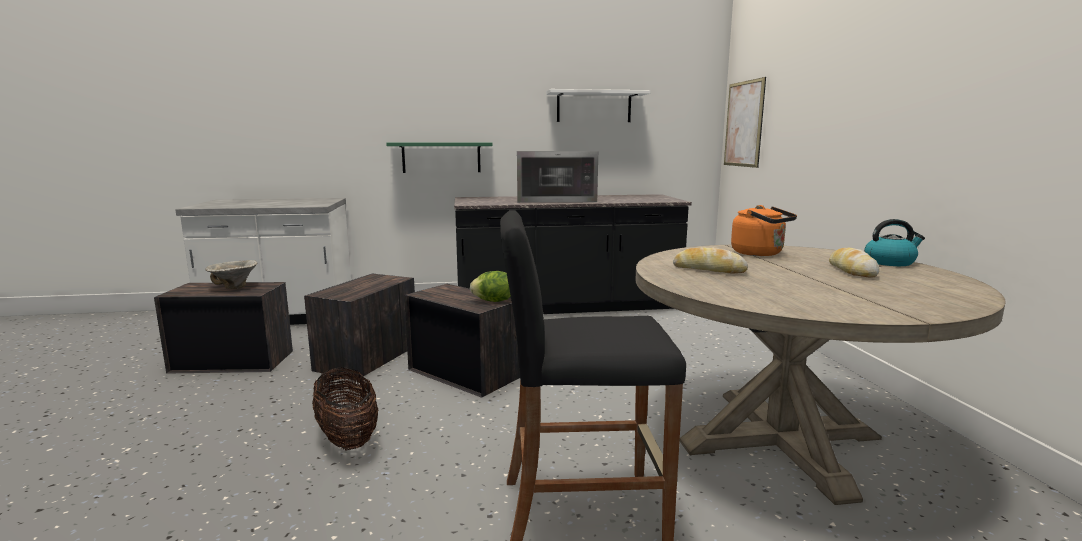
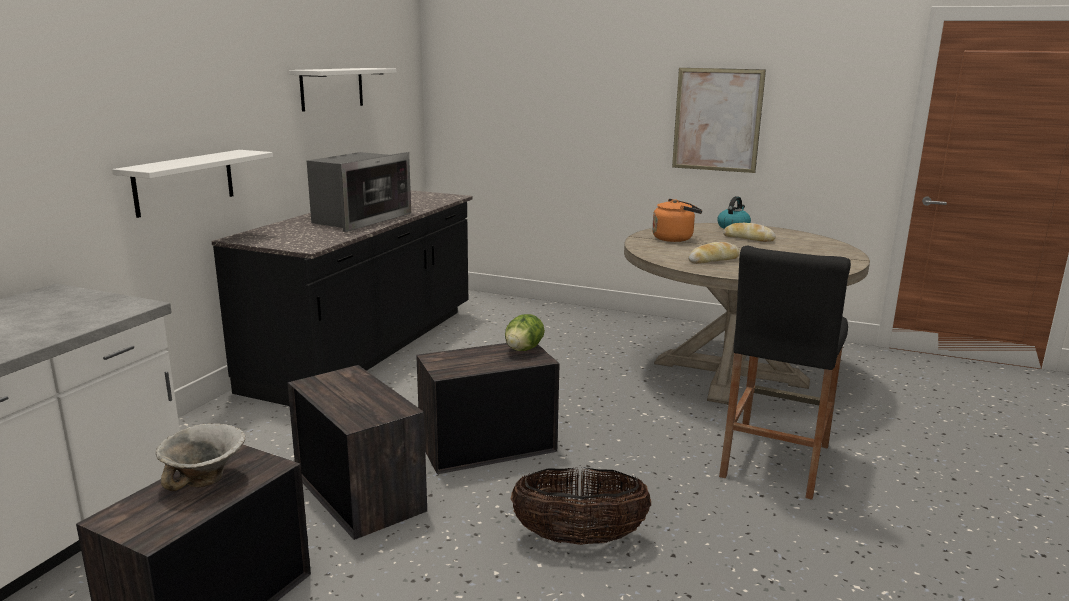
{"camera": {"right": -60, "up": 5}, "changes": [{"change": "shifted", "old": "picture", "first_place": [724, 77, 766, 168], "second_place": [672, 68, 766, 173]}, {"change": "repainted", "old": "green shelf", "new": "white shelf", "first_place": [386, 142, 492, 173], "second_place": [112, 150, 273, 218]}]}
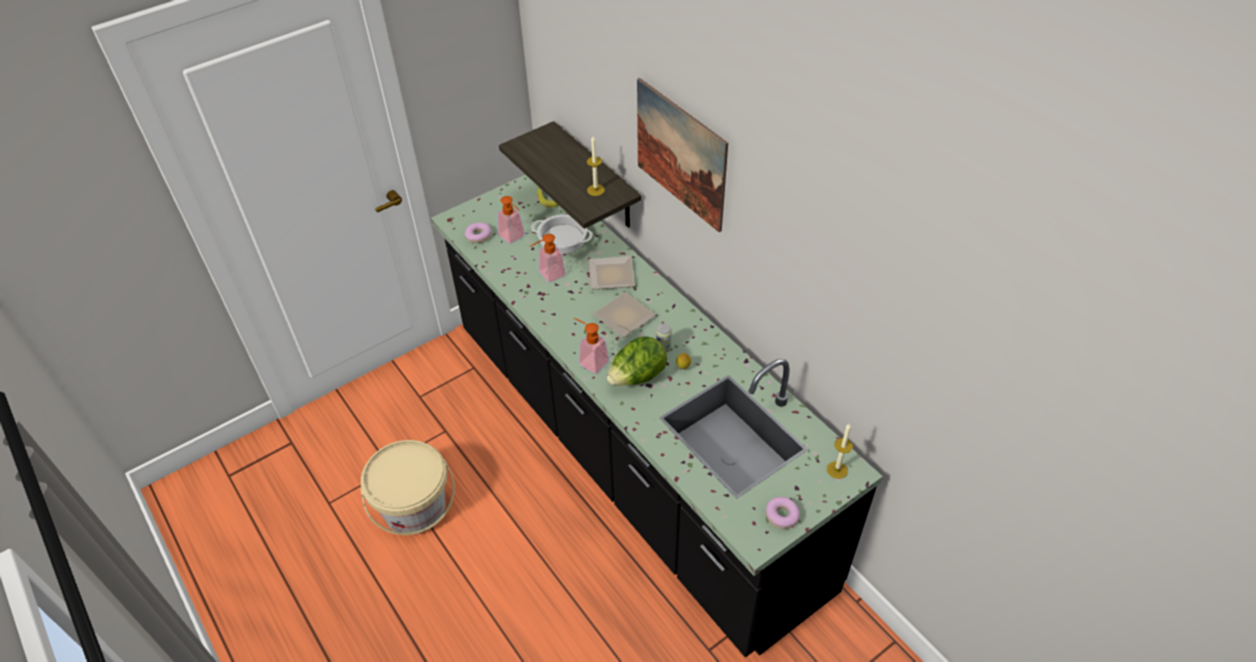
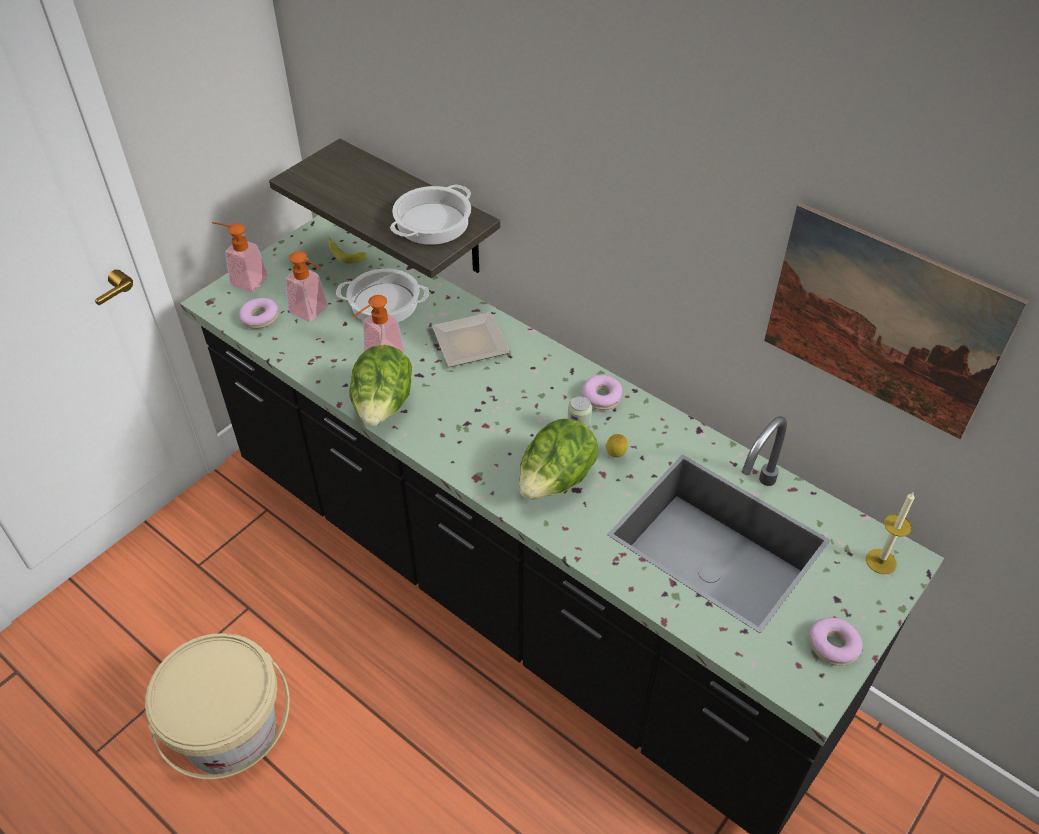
{"camera": {"right": -15, "up": 0}, "changes": [{"change": "shifted", "old": "picture", "first_place": [637, 78, 728, 232], "second_place": [764, 203, 1028, 439]}, {"change": "swapped", "old": "candle", "new": "cooking pot", "first_place": [587, 136, 605, 196], "second_place": [390, 185, 471, 245]}, {"change": "gone", "old": "plate", "first_place": [593, 292, 656, 338]}, {"change": "shifted", "old": "soap dispenser", "first_place": [574, 318, 609, 374], "second_place": [212, 222, 268, 292]}, {"change": "new", "new": "lettuce", "second_place": [349, 345, 412, 427]}, {"change": "new", "new": "donut", "second_place": [582, 375, 622, 410]}]}
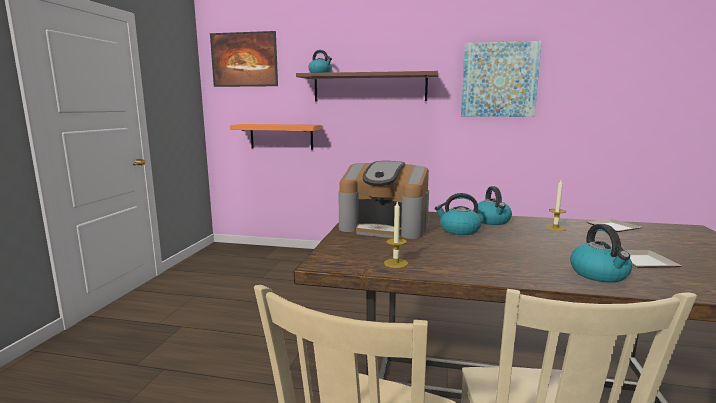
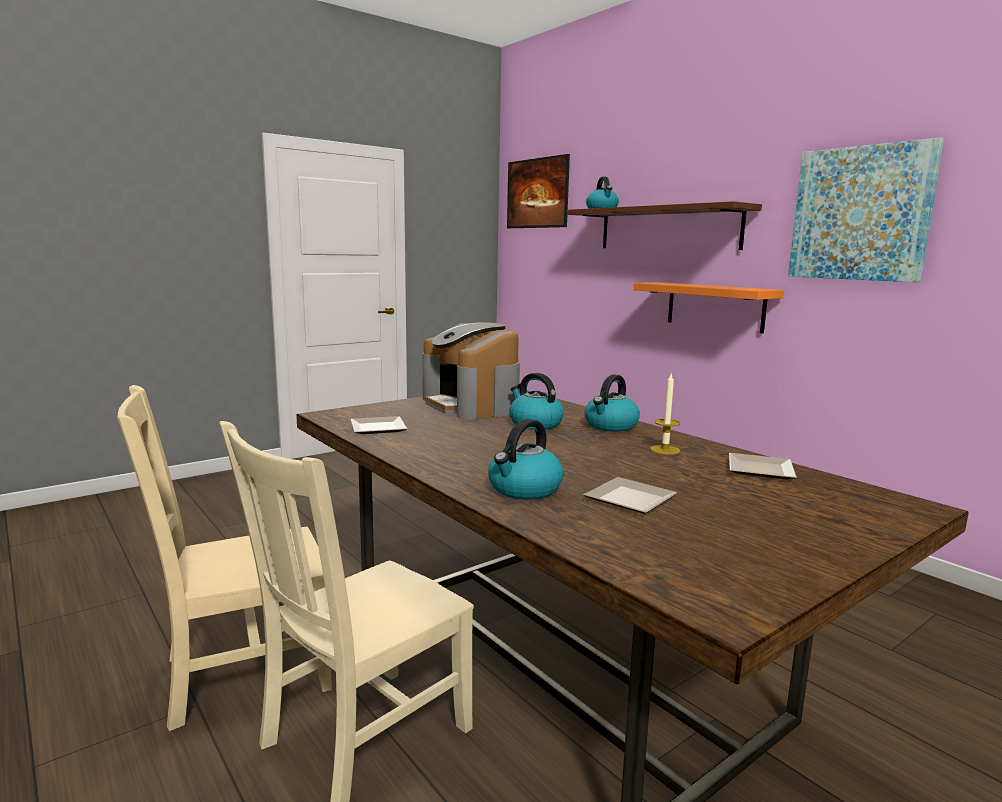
{"camera": {"right": 40, "up": 0}, "changes": [{"change": "shifted", "old": "orange shelf", "first_place": [230, 124, 322, 150], "second_place": [633, 282, 784, 333]}, {"change": "swapped", "old": "candle", "new": "plate", "first_place": [384, 202, 408, 268], "second_place": [351, 416, 407, 434]}]}
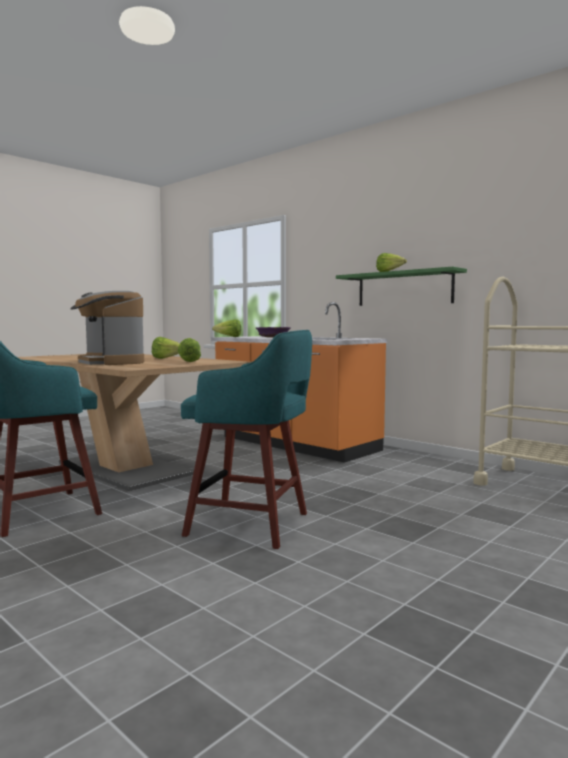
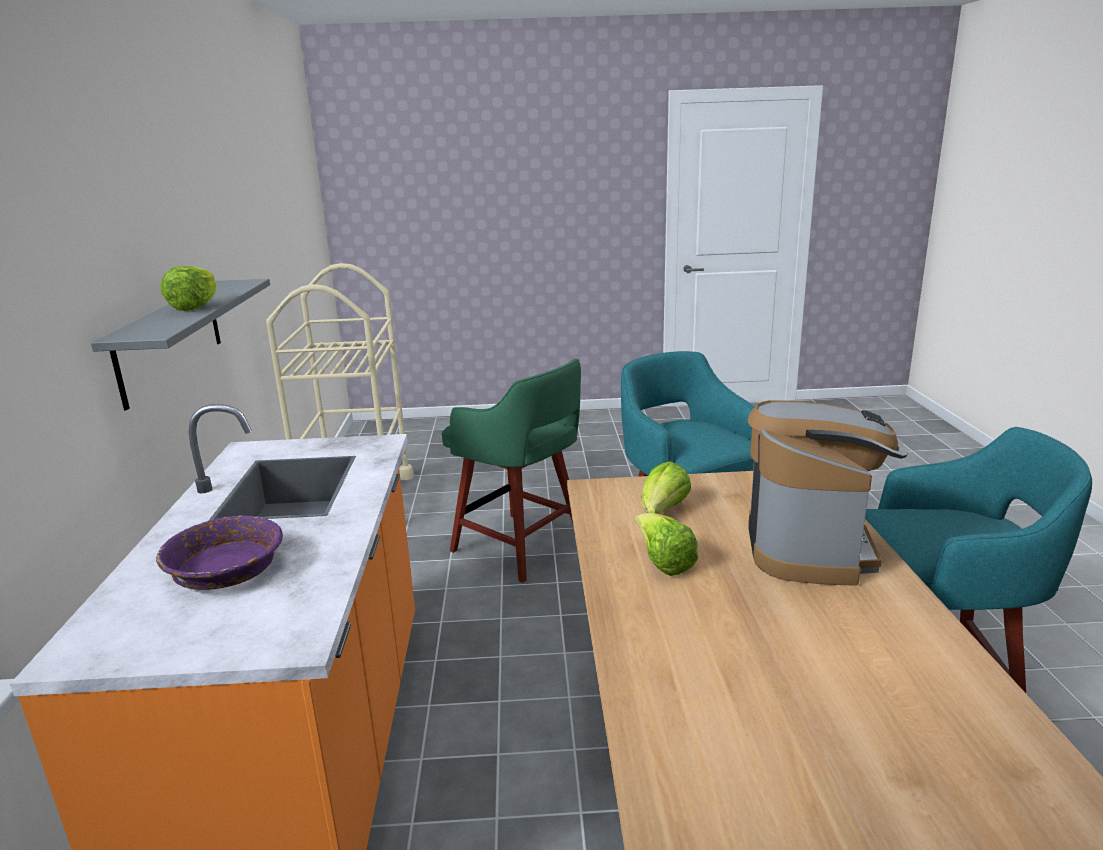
{"camera": {"right": -135, "up": 15}, "changes": [{"change": "repainted", "old": "green shelf", "new": "grey shelf", "first_place": [336, 267, 467, 306], "second_place": [91, 279, 270, 410]}, {"change": "gone", "old": "lettuce", "first_place": [212, 319, 241, 337]}, {"change": "new", "new": "green stool", "second_place": [442, 359, 581, 583]}]}
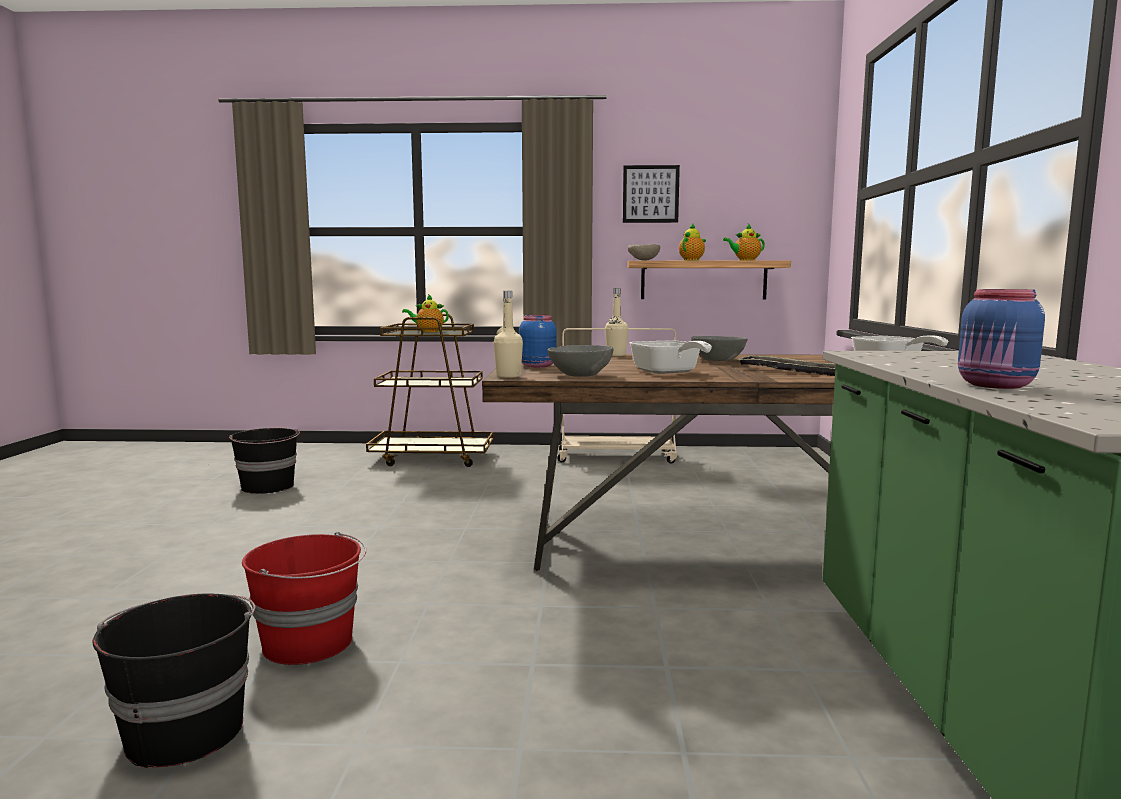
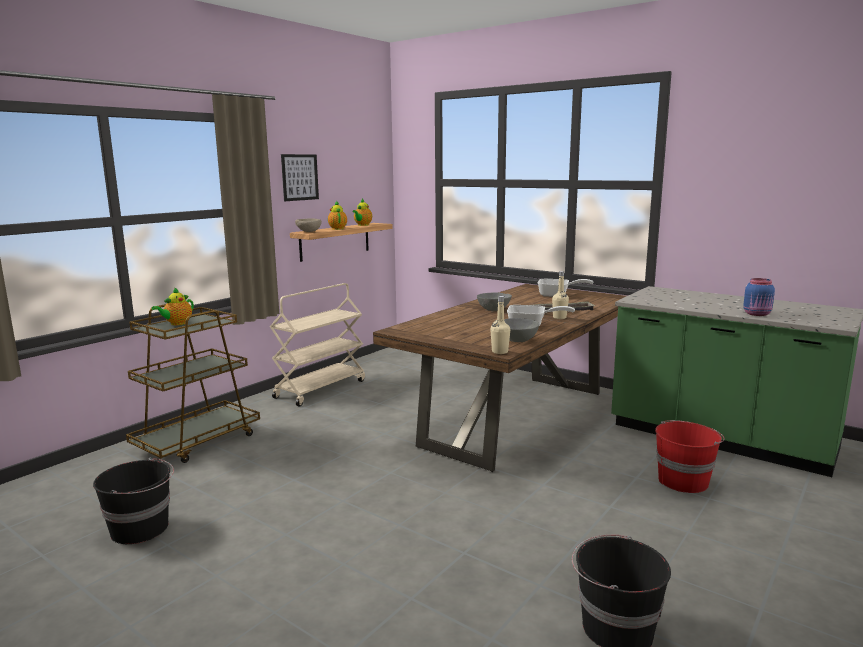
{"camera": {"right": -55, "up": 5}, "changes": [{"change": "shifted", "old": "beige bottle", "first_place": [605, 288, 628, 356], "second_place": [552, 271, 569, 319]}, {"change": "gone", "old": "blue jar", "first_place": [519, 315, 556, 367]}, {"change": "shifted", "old": "red bucket", "first_place": [242, 532, 366, 665], "second_place": [655, 420, 724, 493]}]}
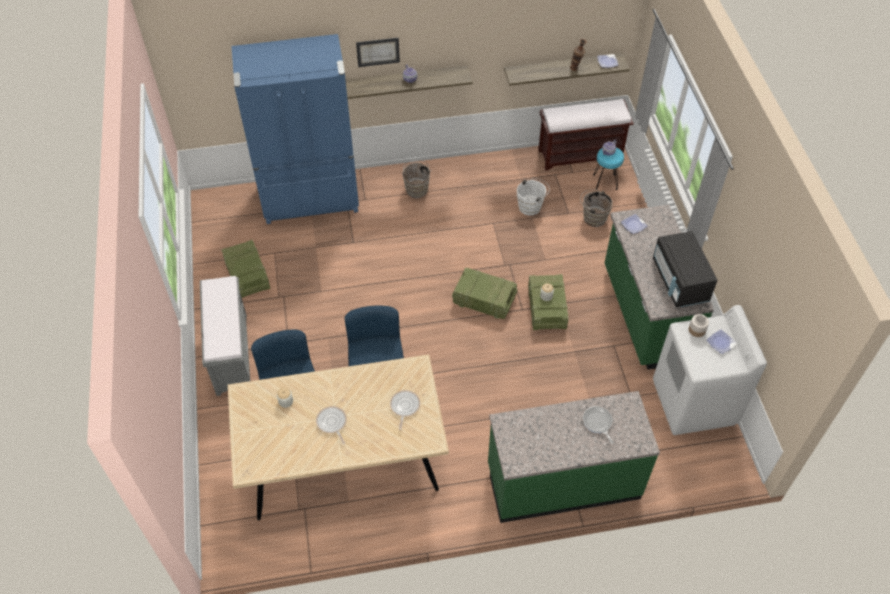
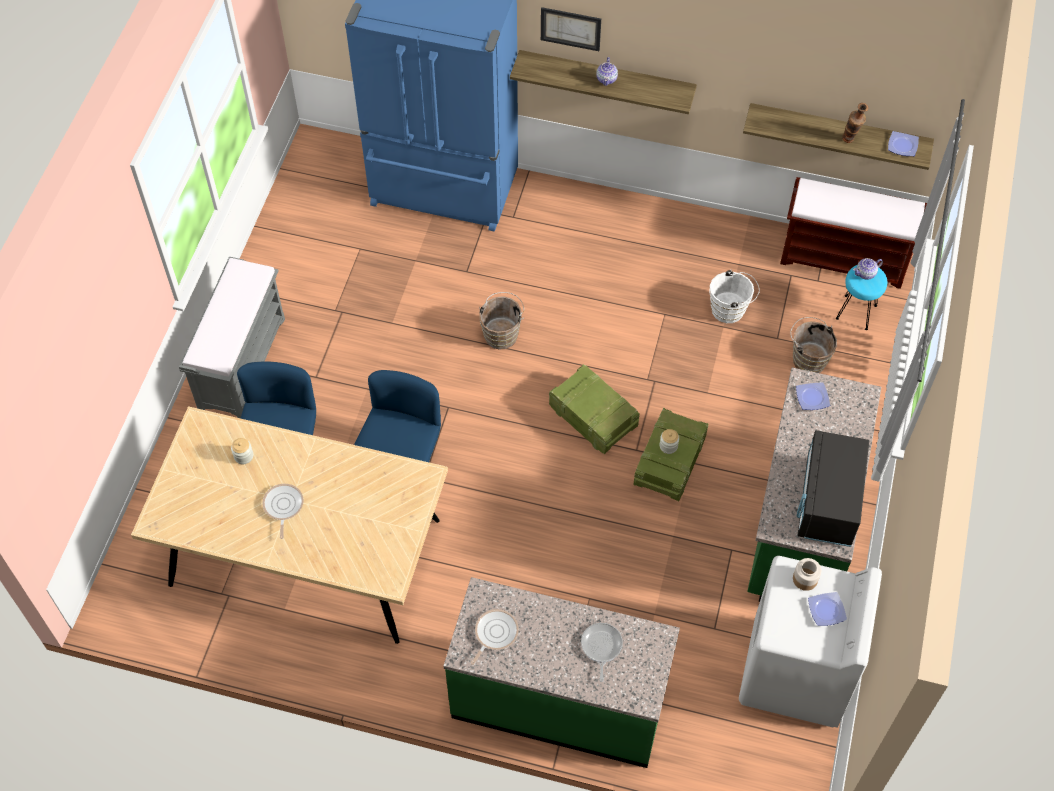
{"camera": {"right": 25, "up": 5}, "changes": [{"change": "shifted", "old": "brown bucket", "first_place": [401, 159, 432, 198], "second_place": [479, 292, 524, 350]}, {"change": "gone", "old": "crate", "first_place": [221, 240, 270, 298]}, {"change": "shifted", "old": "frying pan", "first_place": [390, 390, 420, 430], "second_place": [471, 609, 519, 665]}]}
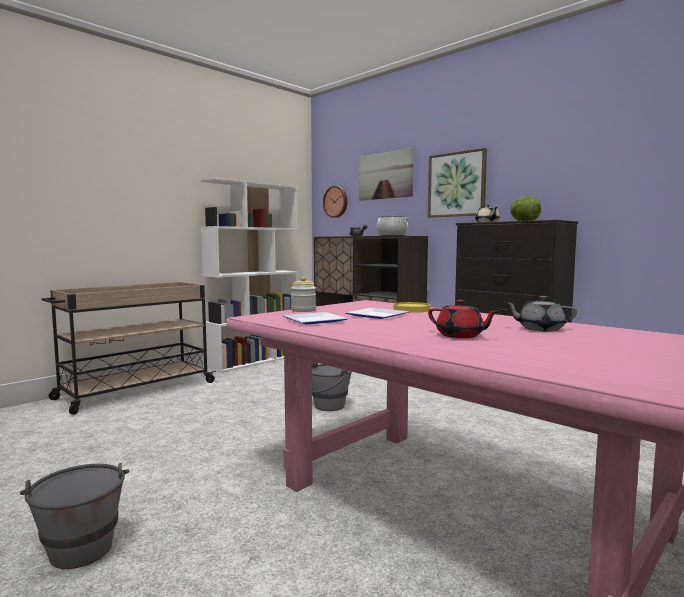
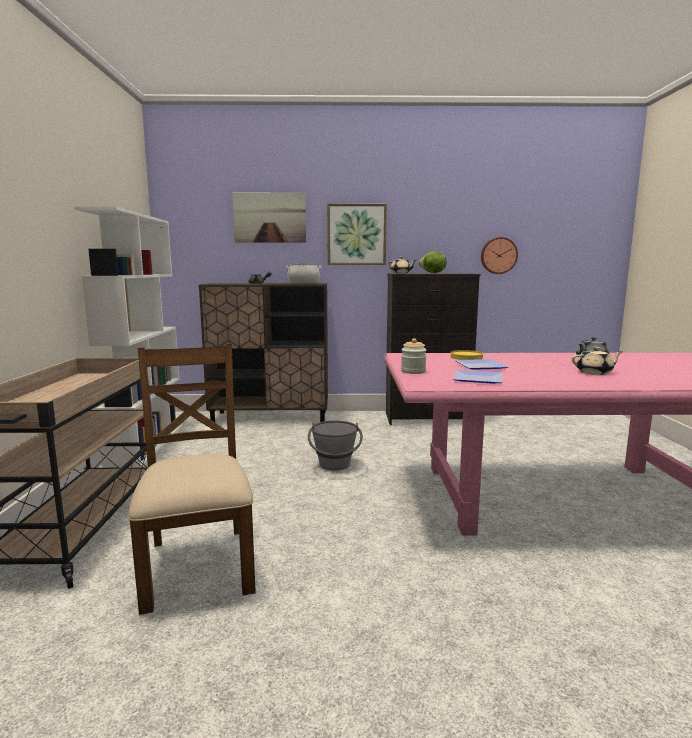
{"camera": {"right": -45, "up": 5}, "changes": [{"change": "shifted", "old": "wall clock", "first_place": [323, 186, 348, 218], "second_place": [481, 237, 518, 274]}, {"change": "repainted", "old": "red teapot", "new": "beige teapot", "first_place": [428, 300, 499, 338], "second_place": [572, 346, 622, 375]}, {"change": "gone", "old": "grey bucket", "first_place": [20, 463, 129, 569]}, {"change": "new", "new": "brown chair", "second_place": [128, 344, 256, 615]}]}
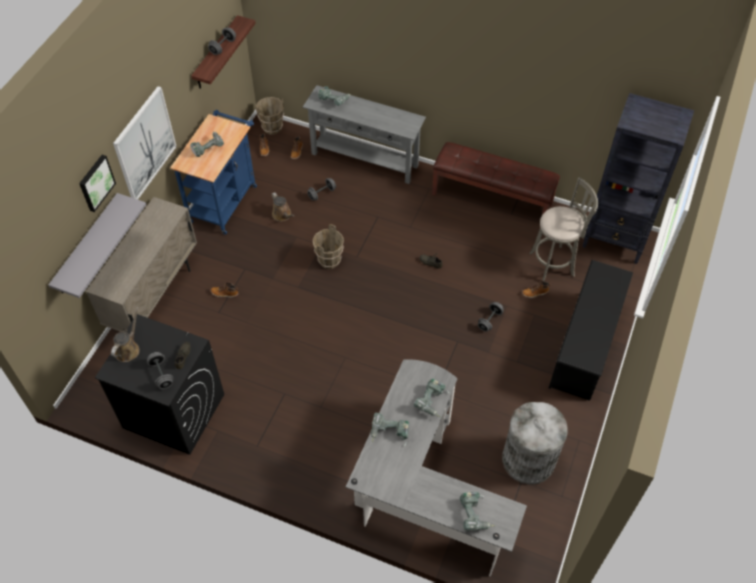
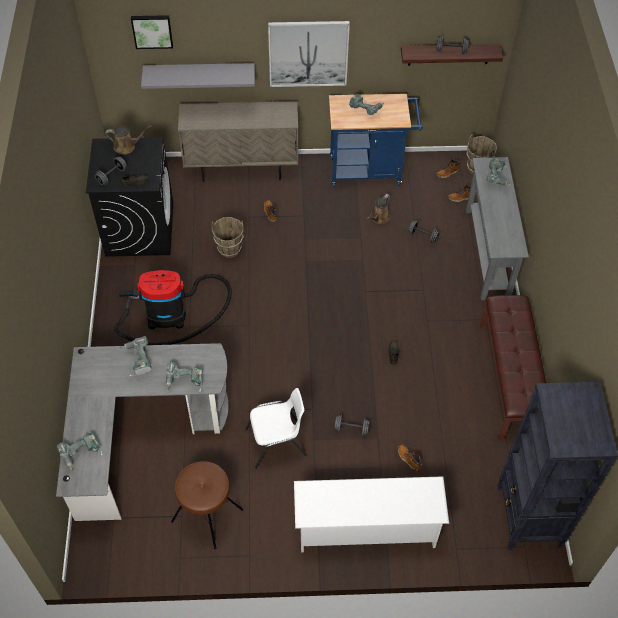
{"camera": {"right": 65, "up": 0}, "changes": [{"change": "shifted", "old": "picture", "first_place": [79, 155, 116, 212], "second_place": [131, 15, 173, 49]}, {"change": "gone", "old": "grey stool", "first_place": [529, 177, 598, 281]}, {"change": "shifted", "old": "brown bucket", "first_place": [313, 224, 344, 269], "second_place": [211, 217, 244, 258]}, {"change": "repainted", "old": "black shoe rack", "new": "white shoe rack", "first_place": [549, 260, 633, 401], "second_place": [294, 476, 449, 552]}, {"change": "swapped", "old": "grey trash can", "new": "brown stool", "first_place": [502, 402, 568, 485], "second_place": [171, 461, 243, 549]}, {"change": "new", "new": "vacuum cleaner", "second_place": [114, 270, 232, 345]}, {"change": "new", "new": "white chair", "second_place": [246, 388, 307, 469]}]}
